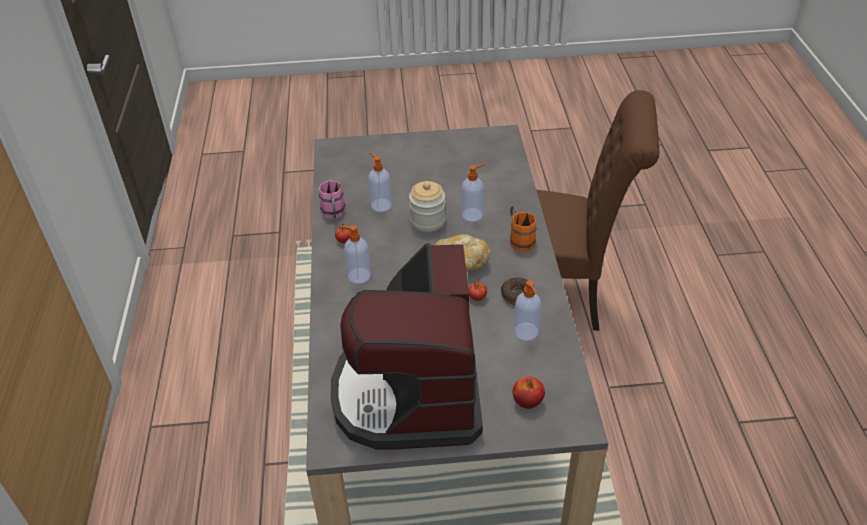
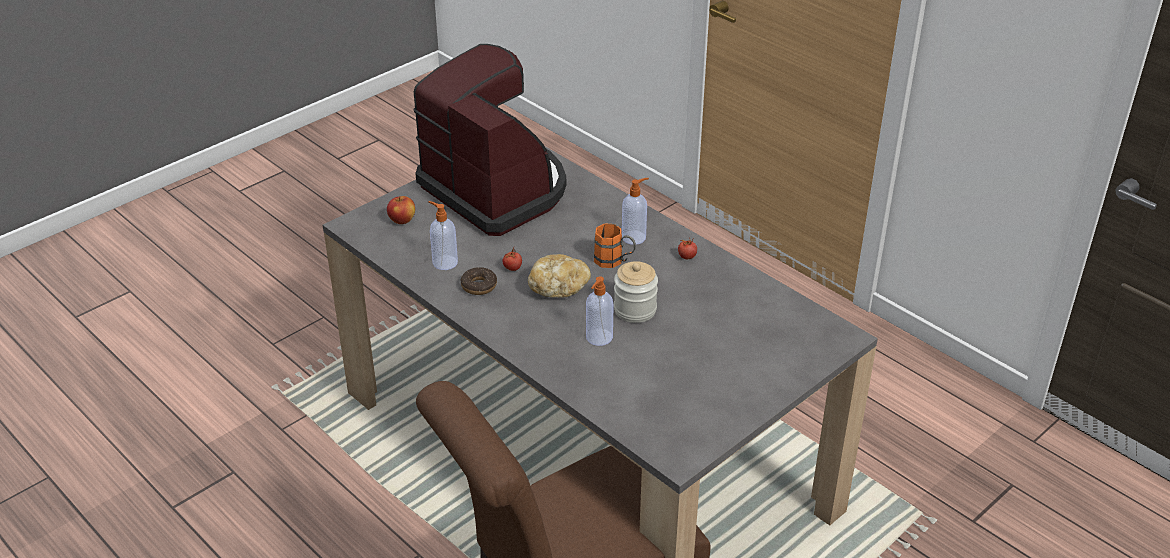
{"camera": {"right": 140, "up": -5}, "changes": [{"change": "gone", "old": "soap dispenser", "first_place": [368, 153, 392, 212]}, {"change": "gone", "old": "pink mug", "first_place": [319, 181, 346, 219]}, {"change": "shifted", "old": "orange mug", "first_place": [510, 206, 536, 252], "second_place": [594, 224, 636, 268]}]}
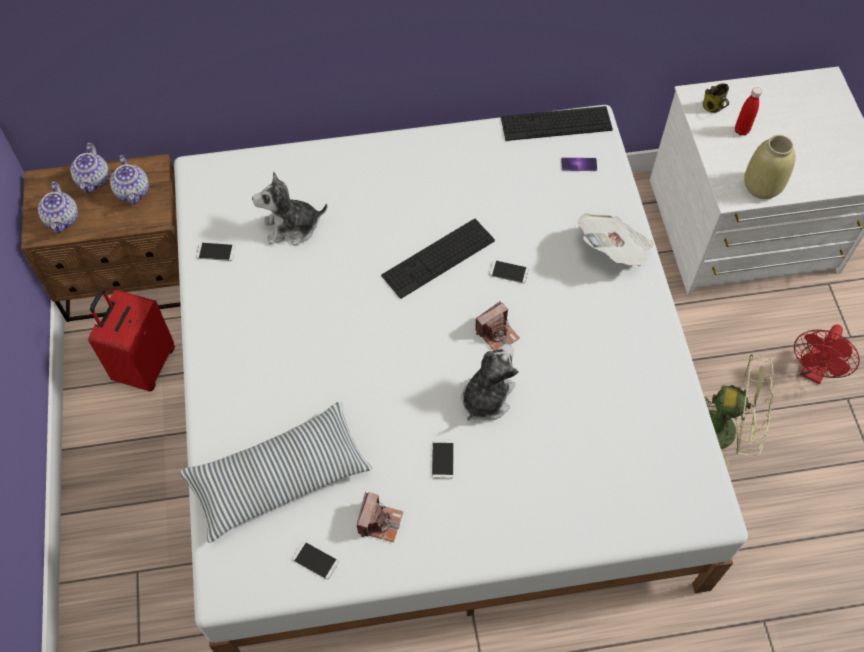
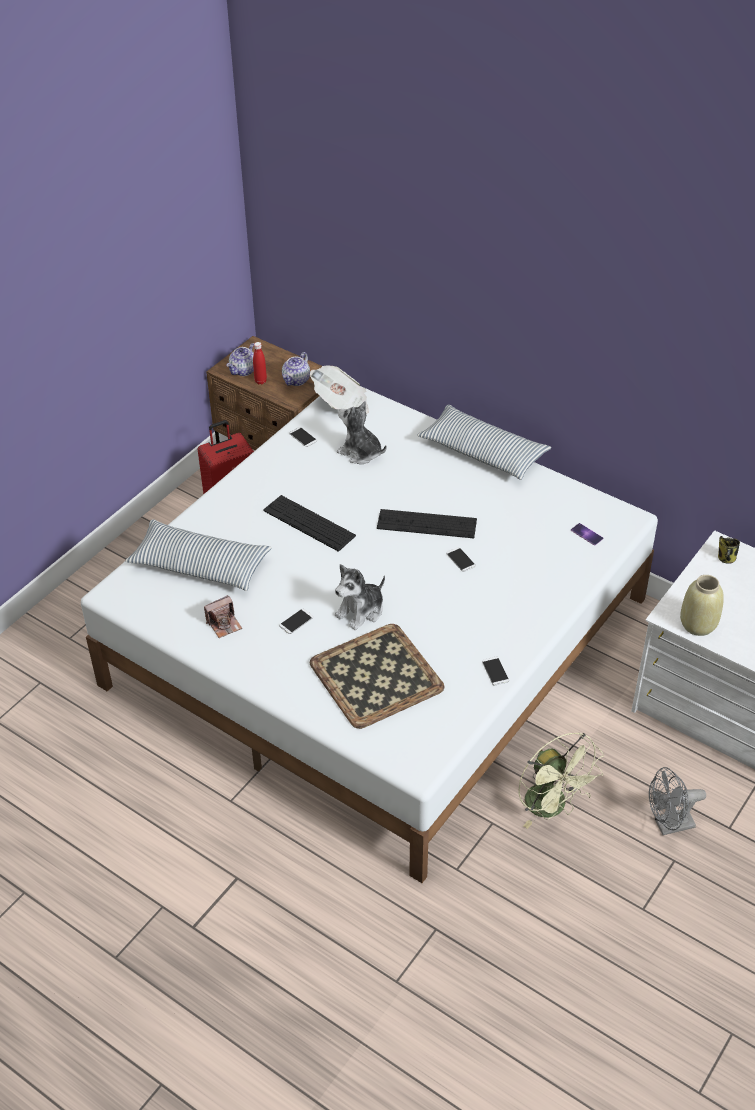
{"camera": {"right": 45, "up": -15}, "changes": [{"change": "shifted", "old": "red bottle", "first_place": [735, 87, 762, 136], "second_place": [253, 342, 267, 384]}, {"change": "shifted", "old": "keyboard", "first_place": [501, 106, 613, 141], "second_place": [263, 495, 356, 552]}, {"change": "gone", "old": "teapot", "first_place": [71, 143, 109, 194]}, {"change": "shifted", "old": "newspaper", "first_place": [578, 213, 654, 267], "second_place": [310, 366, 369, 414]}, {"change": "gone", "old": "photo camera", "first_place": [475, 301, 520, 351]}, {"change": "repainted", "old": "red fan", "new": "grey fan", "first_place": [794, 324, 860, 384], "second_place": [649, 767, 706, 835]}, {"change": "rotated", "old": "plush toy", "first_place": [461, 344, 518, 421], "second_place": [335, 564, 385, 630], "degrees": 150}, {"change": "shifted", "old": "phone", "first_place": [292, 542, 339, 579], "second_place": [482, 657, 509, 685]}, {"change": "new", "new": "pillow", "second_place": [417, 405, 551, 480]}, {"change": "new", "new": "tray", "second_place": [310, 624, 444, 729]}]}
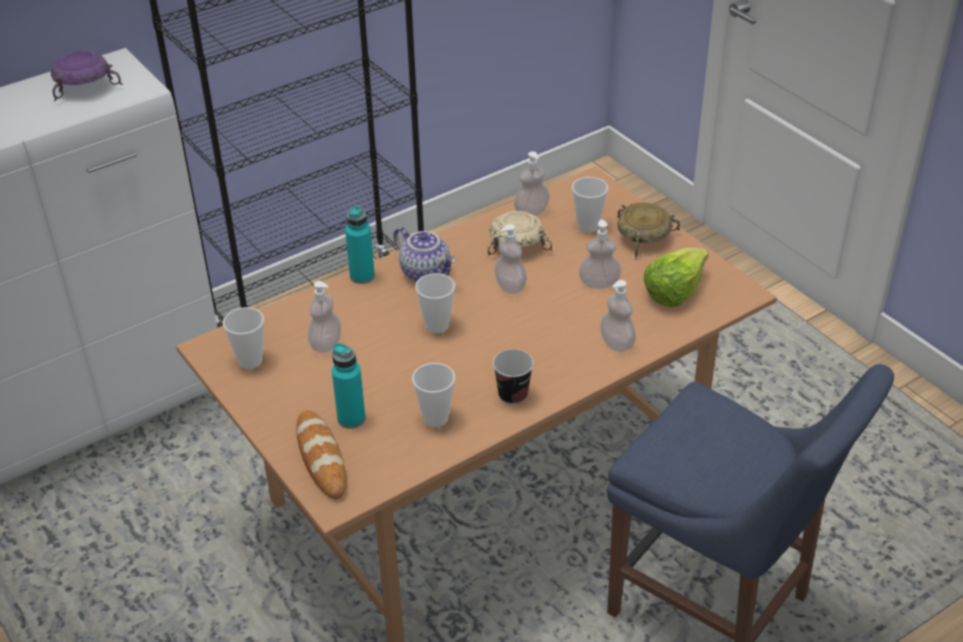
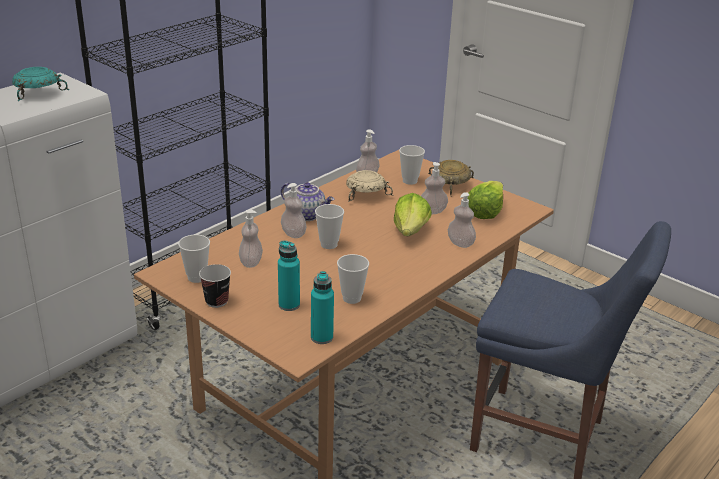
{"camera": {"right": -15, "up": -10}, "changes": [{"change": "repainted", "old": "purple bowl", "new": "turquoise bowl", "first_place": [51, 51, 123, 101], "second_place": [12, 67, 69, 102]}, {"change": "shifted", "old": "turquoise bottle", "first_place": [345, 205, 375, 284], "second_place": [311, 271, 334, 344]}, {"change": "shifted", "old": "soap dispenser", "first_place": [494, 224, 527, 294], "second_place": [281, 183, 307, 238]}, {"change": "shifted", "old": "cup", "first_place": [493, 349, 534, 405], "second_place": [199, 264, 231, 308]}, {"change": "gone", "old": "bread", "first_place": [296, 410, 346, 499]}, {"change": "new", "new": "lettuce", "second_place": [394, 193, 432, 236]}]}
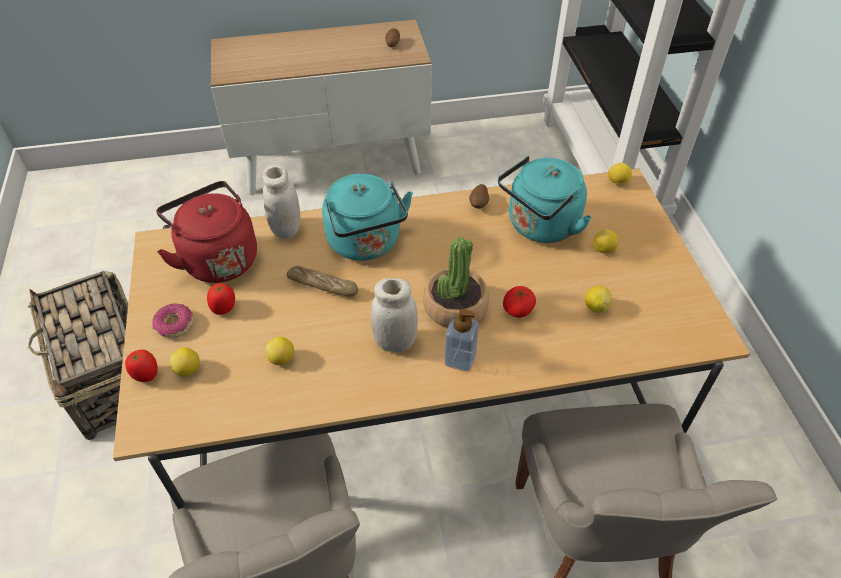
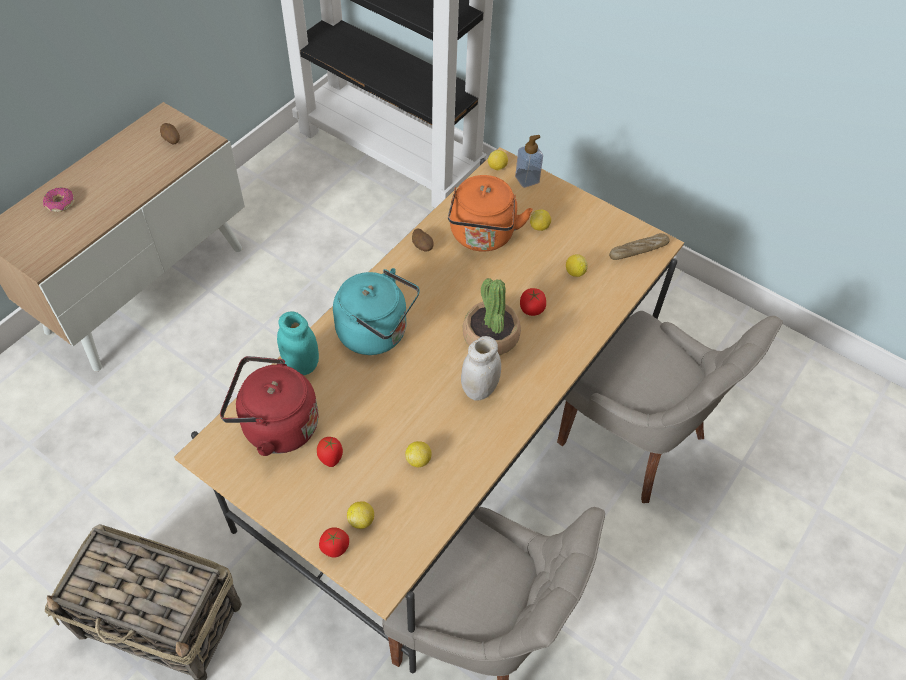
{"camera": {"right": -45, "up": 5}, "changes": [{"change": "repainted", "old": "turquoise kettle", "new": "orange kettle", "first_place": [498, 156, 592, 243], "second_place": [448, 175, 533, 252]}, {"change": "repainted", "old": "white jar", "new": "turquoise jar", "first_place": [263, 164, 300, 239], "second_place": [277, 311, 319, 375]}, {"change": "shifted", "old": "bread", "first_place": [287, 266, 358, 296], "second_place": [609, 233, 670, 260]}, {"change": "shifted", "old": "donut", "first_place": [152, 304, 193, 338], "second_place": [43, 188, 75, 212]}, {"change": "shifted", "old": "soap dispenser", "first_place": [445, 308, 479, 372], "second_place": [515, 135, 543, 188]}]}
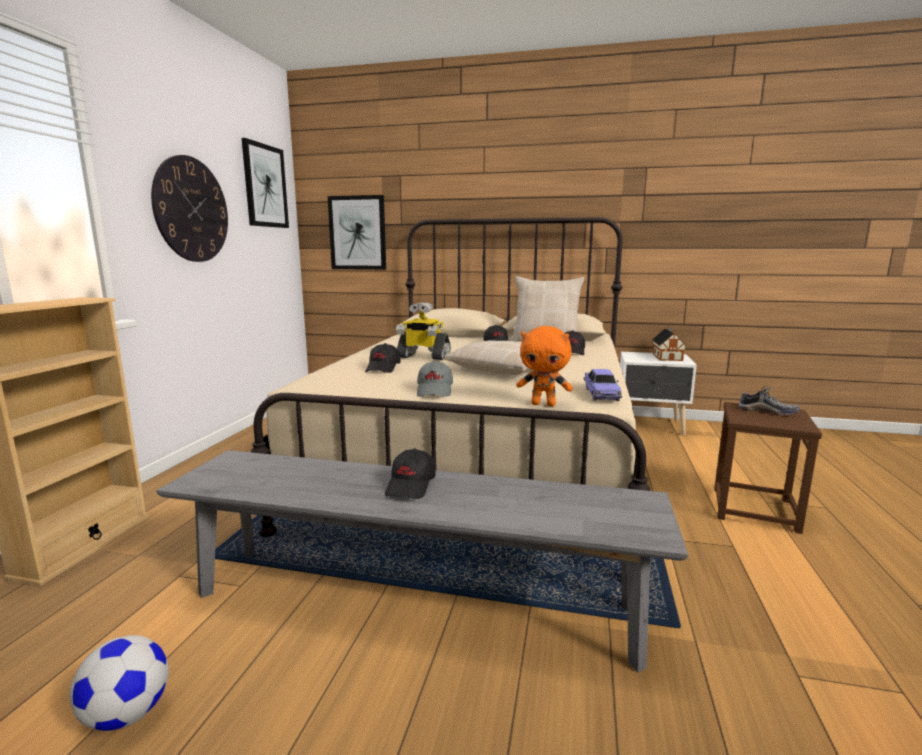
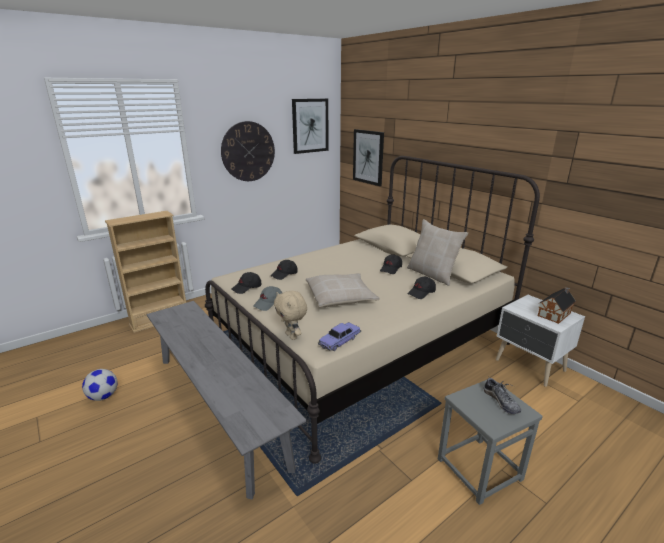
{"camera": {"right": 40, "up": 10}, "changes": [{"change": "gone", "old": "toy robot", "first_place": [396, 302, 451, 360]}, {"change": "repainted", "old": "orange plush toy", "new": "beige plush toy", "first_place": [516, 326, 573, 406], "second_place": [274, 291, 307, 340]}, {"change": "repainted", "old": "brown stool", "new": "grey stool", "first_place": [714, 402, 822, 534], "second_place": [438, 380, 543, 505]}, {"change": "shifted", "old": "black cap", "first_place": [385, 448, 436, 499], "second_place": [232, 272, 261, 294]}]}
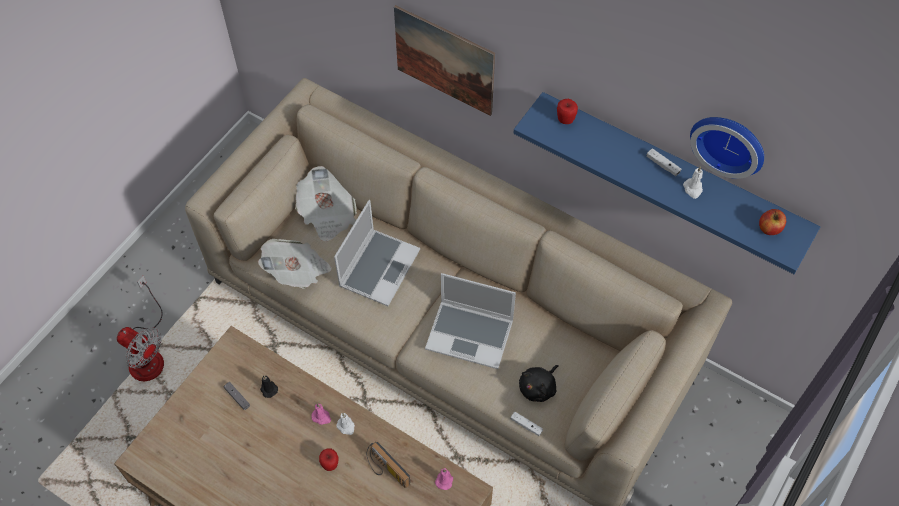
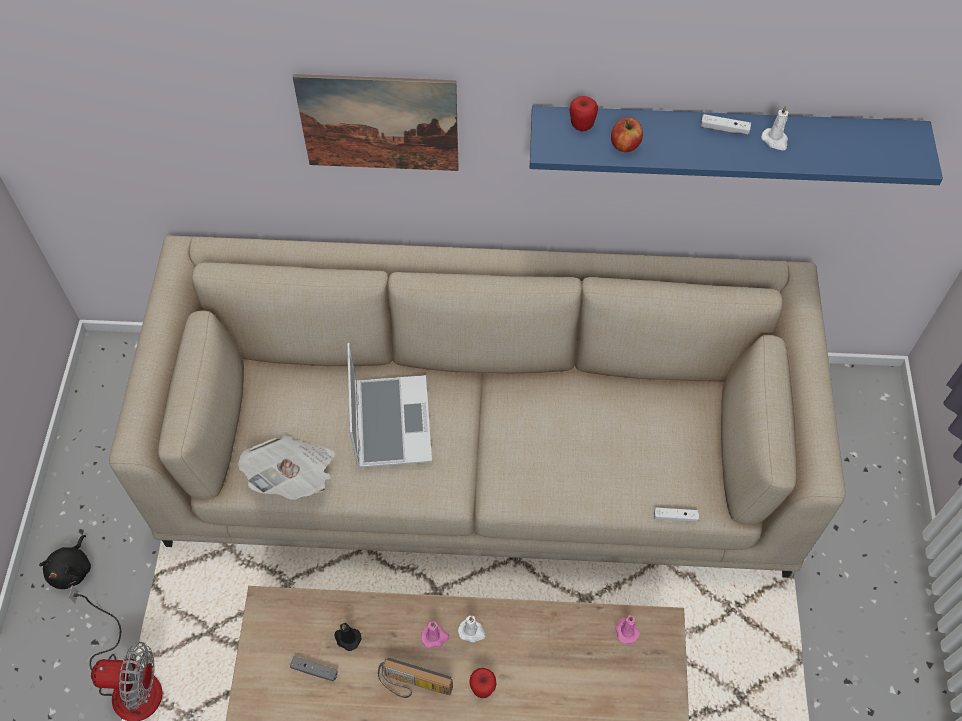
{"camera": {"right": -30, "up": 0}, "changes": [{"change": "gone", "old": "wall clock", "first_place": [690, 117, 764, 179]}, {"change": "gone", "old": "newspaper", "first_place": [295, 166, 357, 242]}, {"change": "shifted", "old": "apple", "first_place": [759, 209, 786, 235], "second_place": [611, 117, 643, 152]}, {"change": "gone", "old": "laptop", "first_place": [425, 273, 516, 369]}, {"change": "shifted", "old": "black plush toy", "first_place": [519, 365, 559, 402], "second_place": [39, 535, 91, 589]}, {"change": "shifted", "old": "radio", "first_place": [367, 442, 410, 488], "second_place": [378, 658, 453, 698]}]}
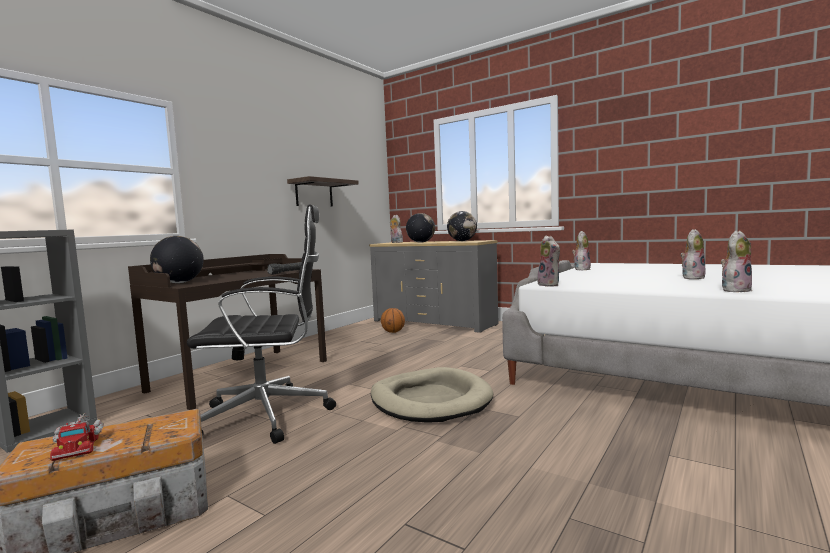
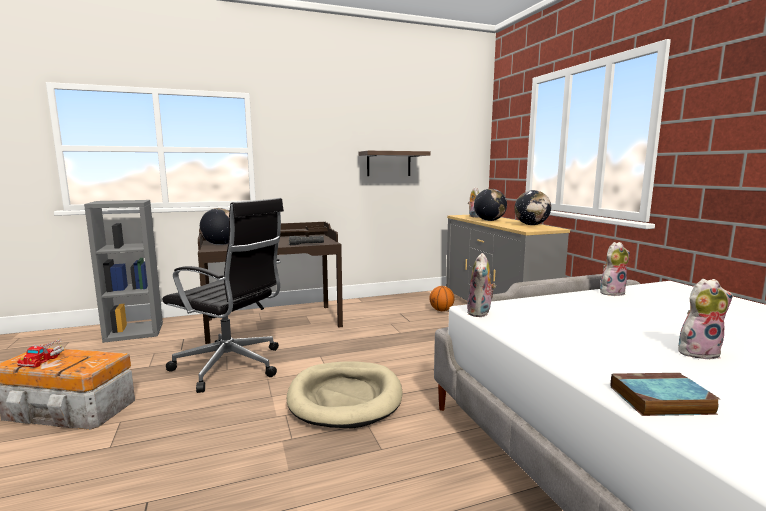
{"camera": {"right": 35, "up": 5}, "changes": [{"change": "swapped", "old": "plush toy", "new": "book", "first_place": [721, 231, 753, 292], "second_place": [611, 373, 720, 416]}]}
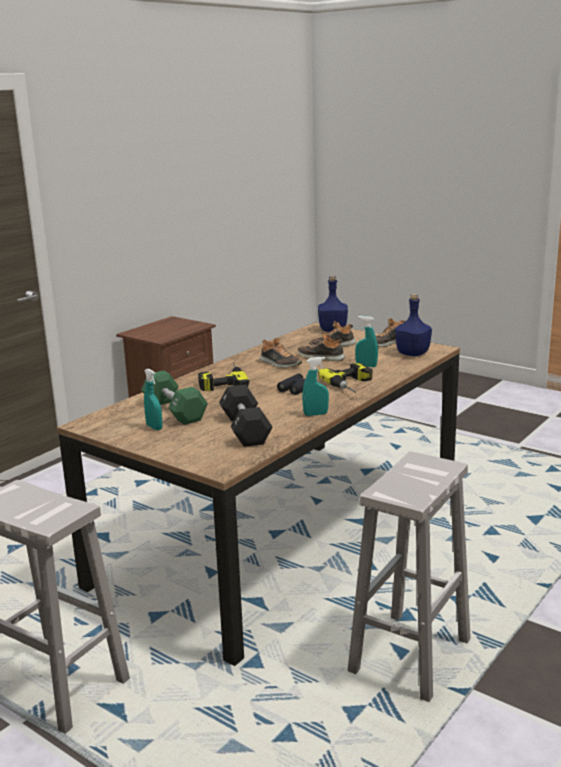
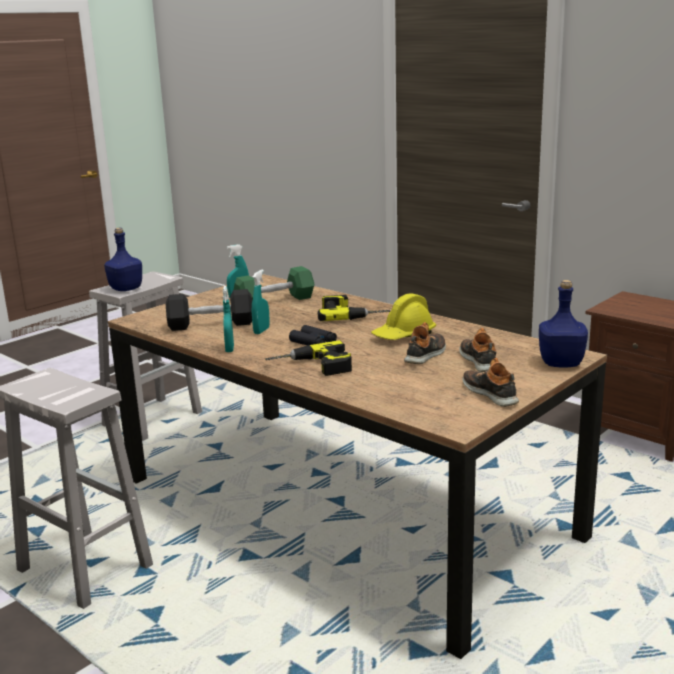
{"camera": {"right": 95, "up": 0}, "changes": [{"change": "shifted", "old": "blue bottle", "first_place": [395, 294, 432, 356], "second_place": [104, 228, 142, 291]}, {"change": "shifted", "old": "turquoise spray bottle", "first_place": [355, 316, 378, 367], "second_place": [252, 270, 270, 334]}, {"change": "swapped", "old": "shoe", "new": "yellow hard hat", "first_place": [260, 338, 302, 368], "second_place": [371, 294, 436, 340]}]}
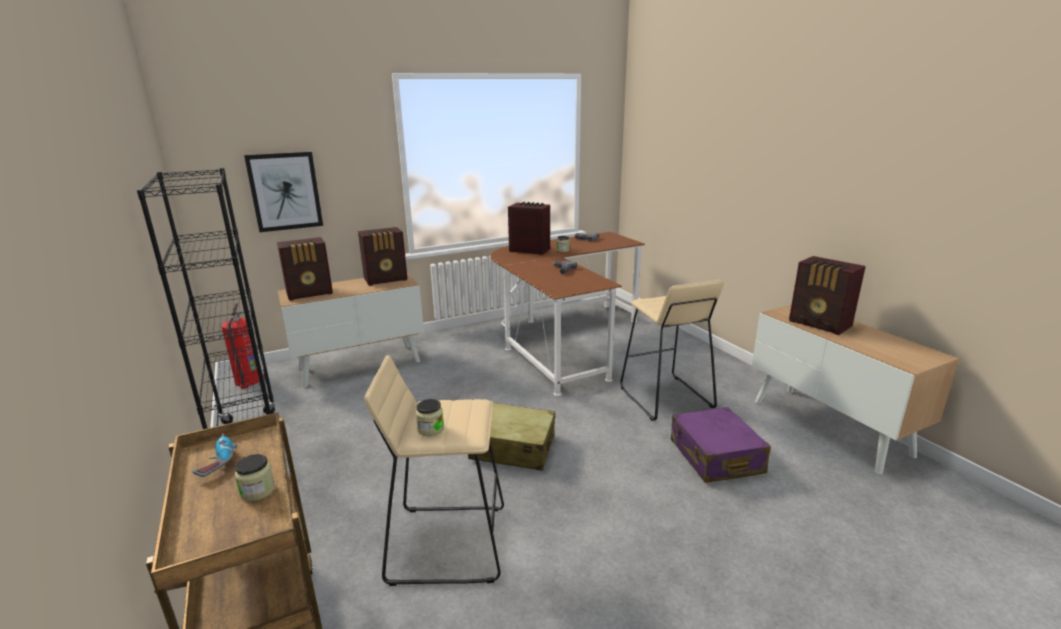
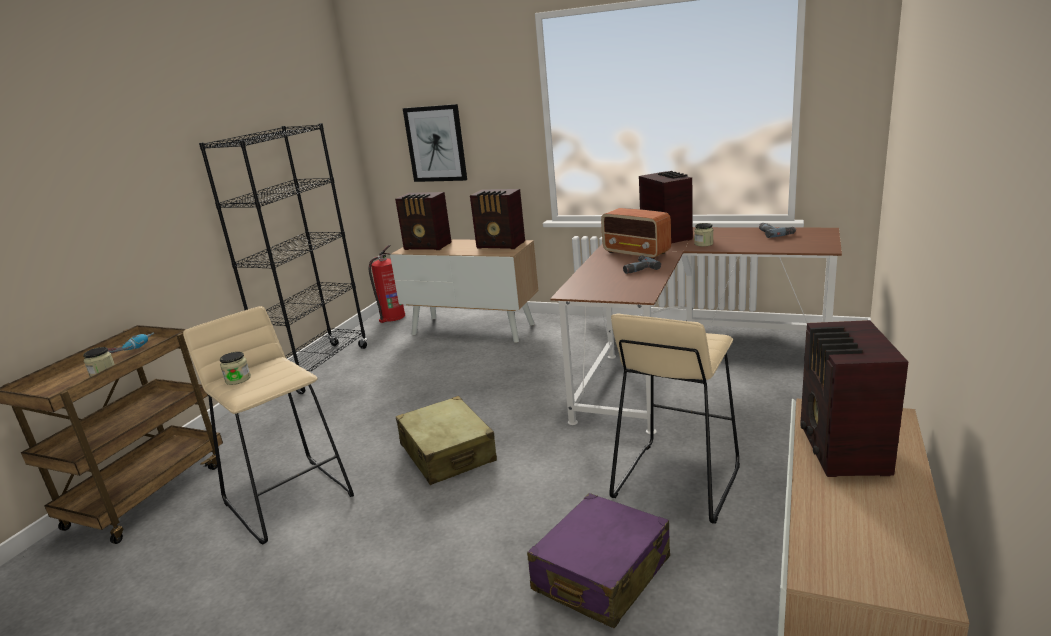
{"camera": {"right": 50, "up": 0}, "changes": [{"change": "new", "new": "radio", "second_place": [601, 208, 671, 259]}]}
